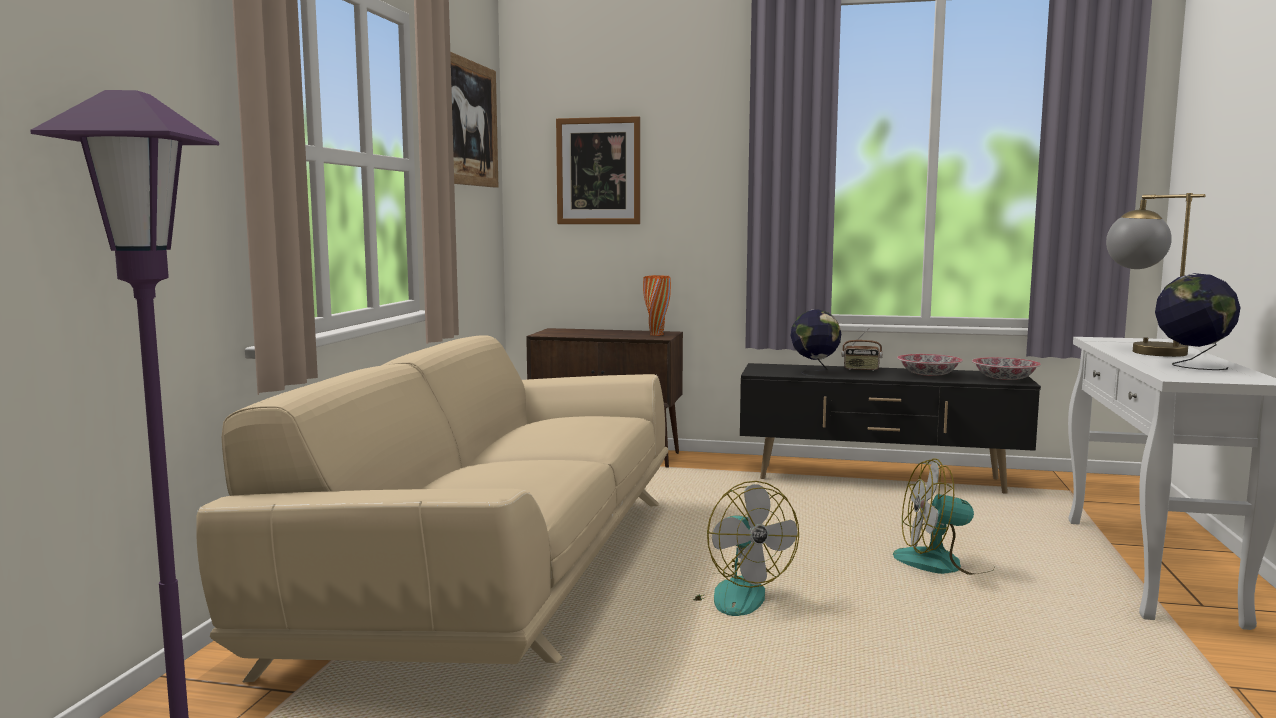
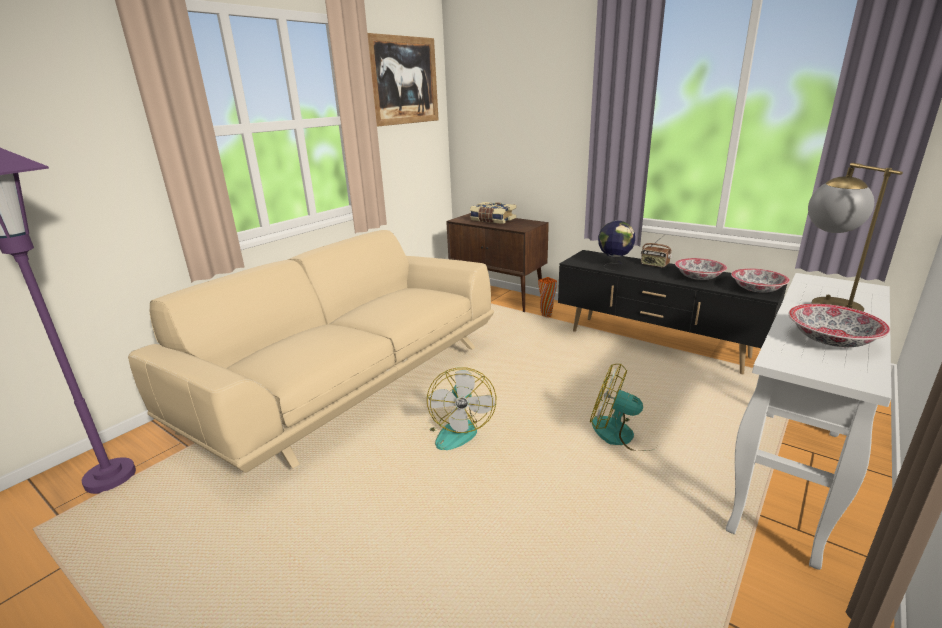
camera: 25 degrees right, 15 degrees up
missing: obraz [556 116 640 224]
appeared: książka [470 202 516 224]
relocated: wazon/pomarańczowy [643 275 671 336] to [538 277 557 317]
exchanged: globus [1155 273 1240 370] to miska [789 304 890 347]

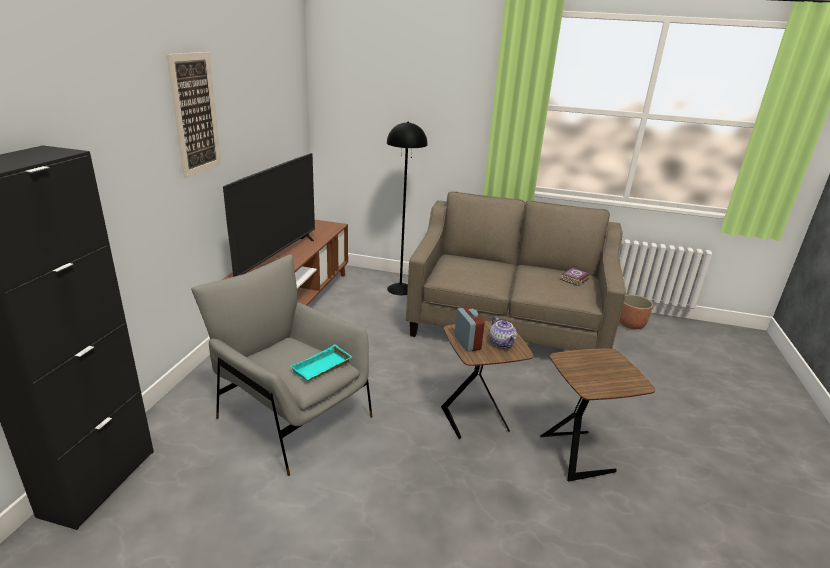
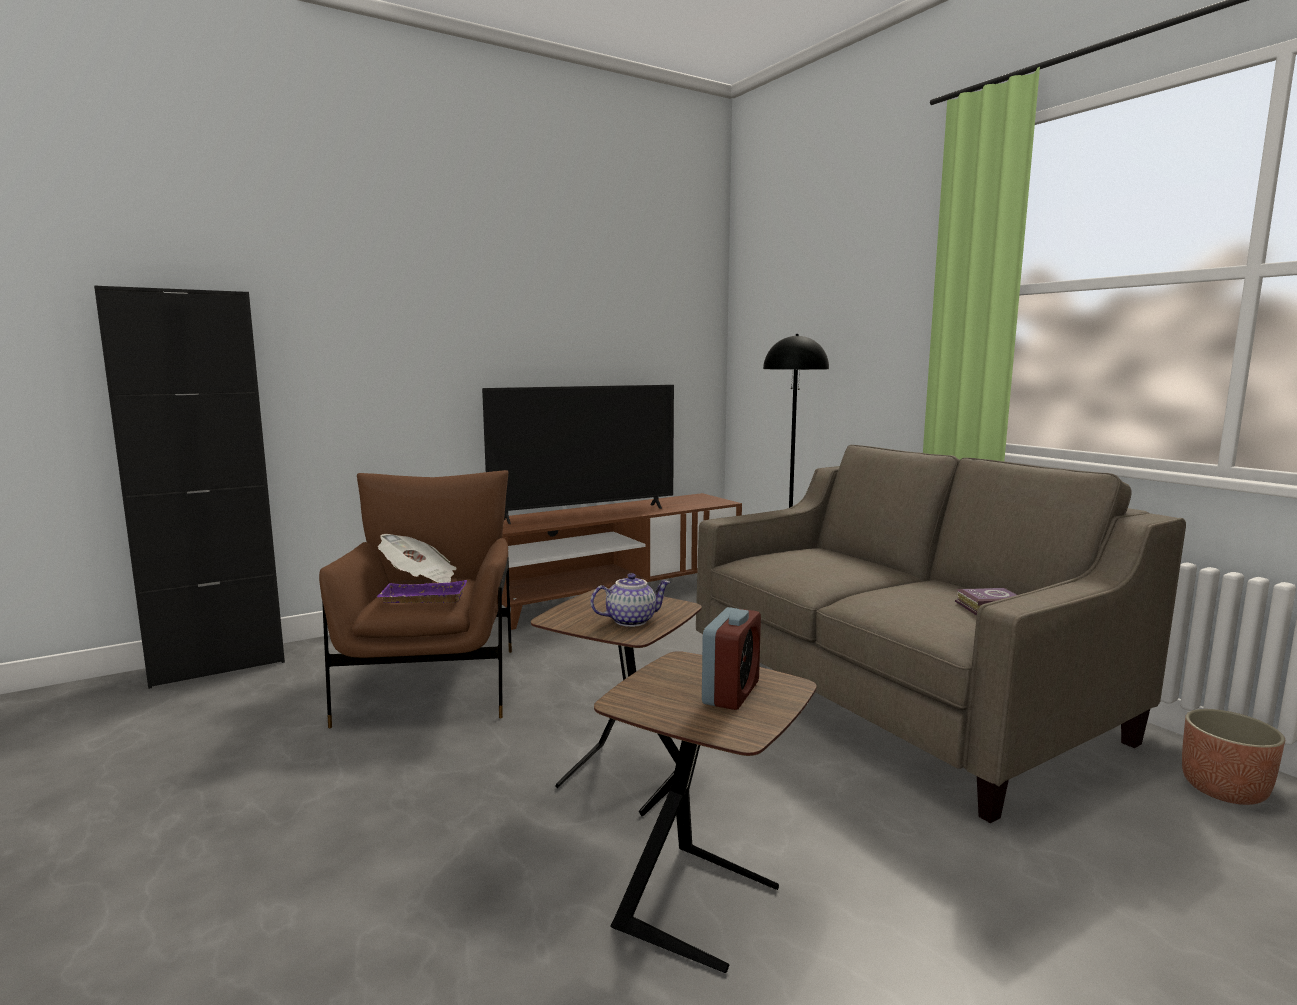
camera: 45 degrees right, 15 degrees down
missing: obraz [166 52 222 178]
appeared: gazeta [378 534 456 583]
relocated: budzik [455 307 485 352] to [702 607 761 710]
colour: fotel/szary [191 254 373 476] to fotel/brązowy [319 470 512 728]; taca/turkusowy [291 344 353 381] to taca/fioletowy [377 580 467 603]
spun: imbryk [489 316 517 348] = [591 573 671 627] 135 degrees counterclockwise

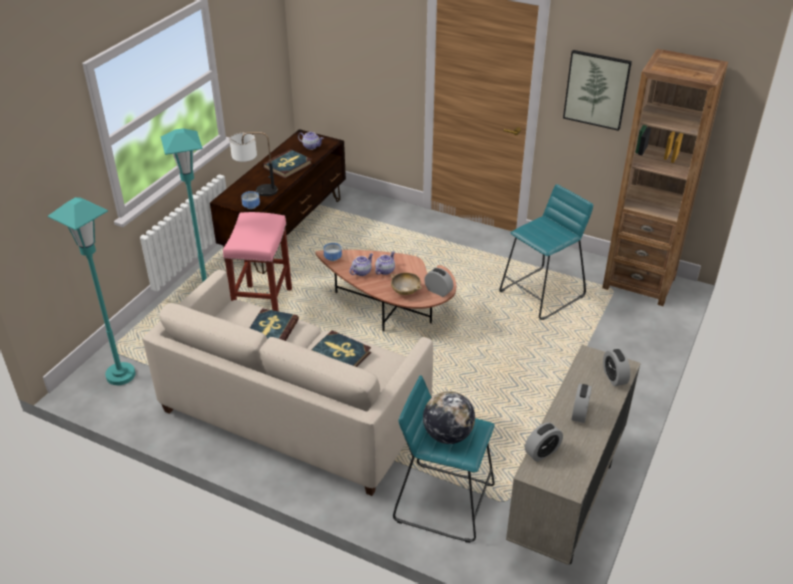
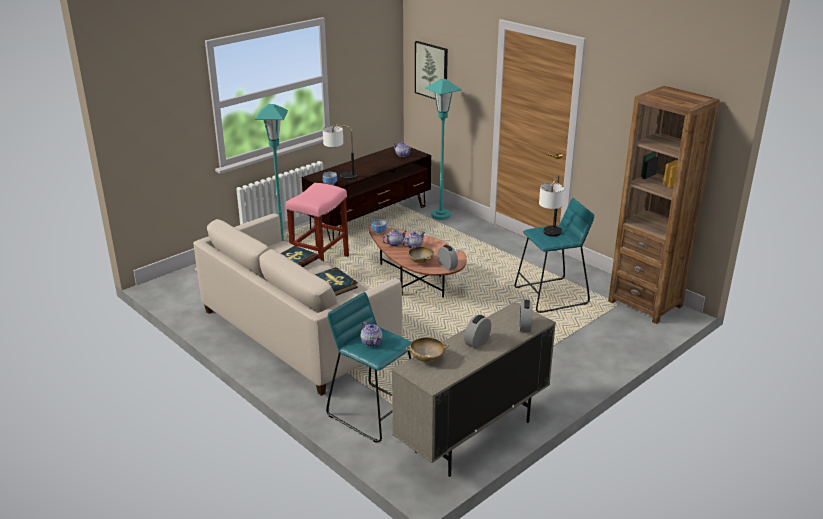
camera: 20 degrees right, 10 degrees down
missing: książka [263 149 312 178]
appeared: lampa stołowa [539 175 564 237]
relocated: lampa stojąca/turkusowy [48 197 135 385] to [425 79 462 220]; obraz [563 50 632 131] to [415 41 448 100]
exchanged: globus [423 391 475 444] to imbryk [361 322 383 347]; budzik [525 422 563 462] to miska/beżowy [406 337 449 362]

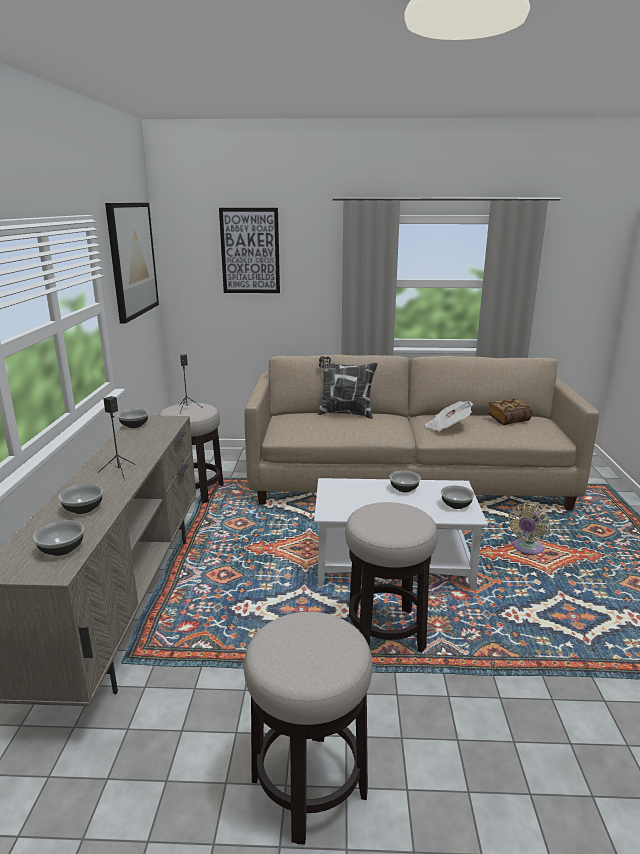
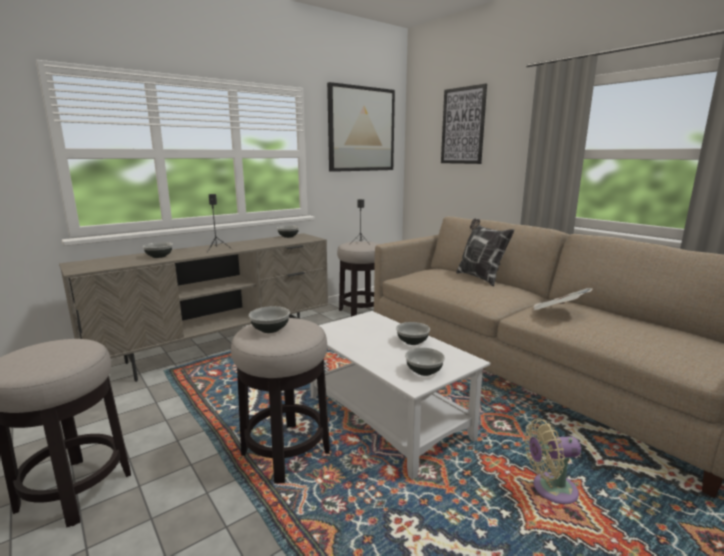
camera: 50 degrees right, 5 degrees down
missing: książka [487 399 532 425]
relocated: miska [33 520 84 556] to [249 306 290 333]

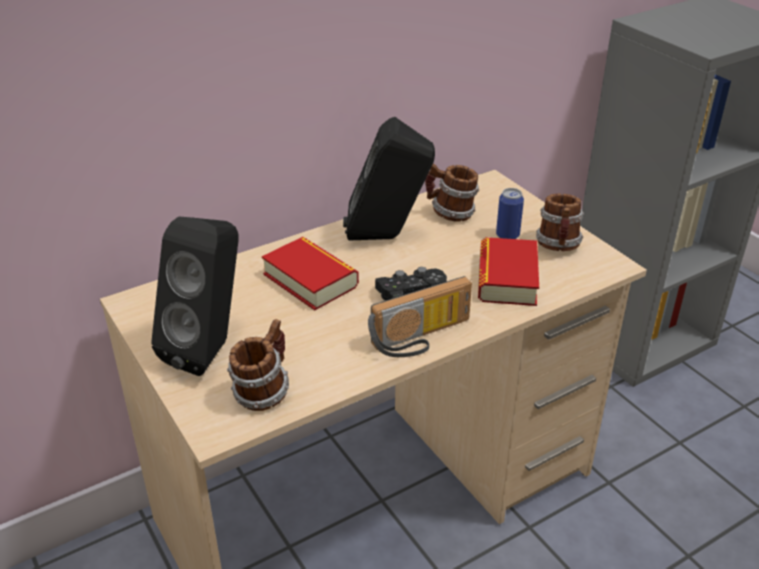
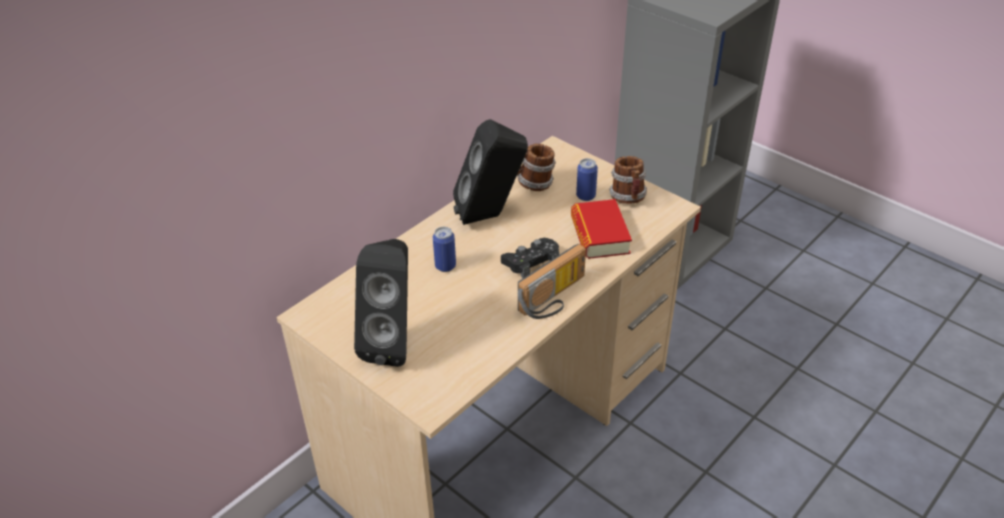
camera: 15 degrees left, 5 degrees up
missing: kubek [227 319 289 411]
exchanged: książka [262 237 359 310] to puszka [433 227 456 272]

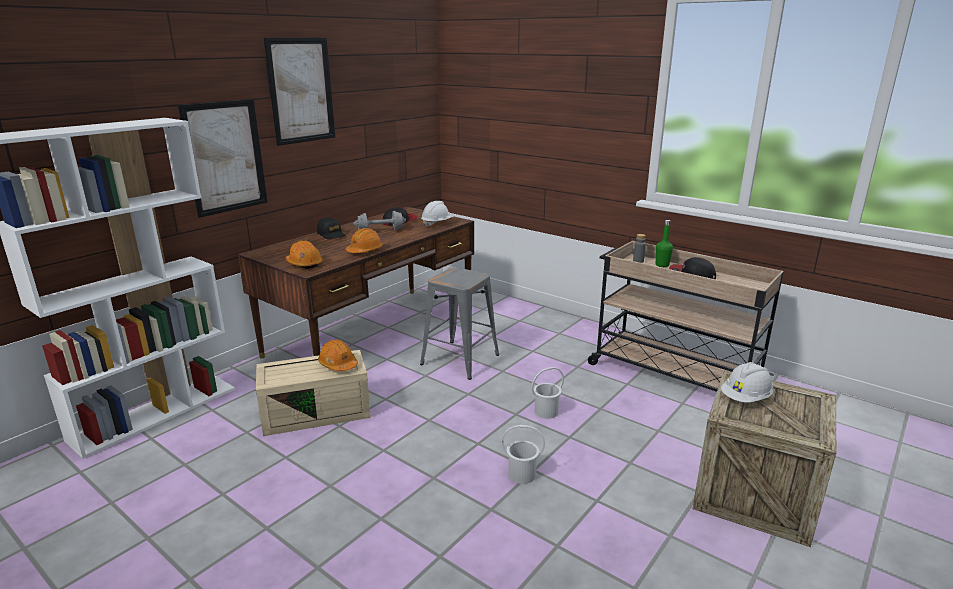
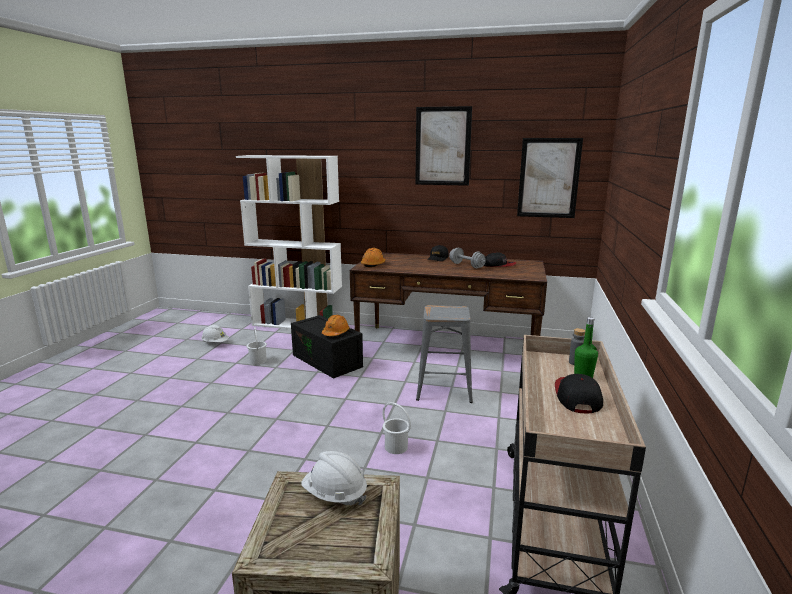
camera: 65 degrees right, 5 degrees down
missing: kask/pomarańczowy [346 228 383 253]
relocated: obraz [178 99 268 218] to [517 138 583 218]; kask/biały [421 201 453 227] to [201 325 229 342]; wiadro/biały [502 425 545 484] to [247 327 267 365]
colour: pojemnik do przechowywania/beżowy [256 350 371 436] to pojemnik do przechowywania/czarny [291 315 363 379]

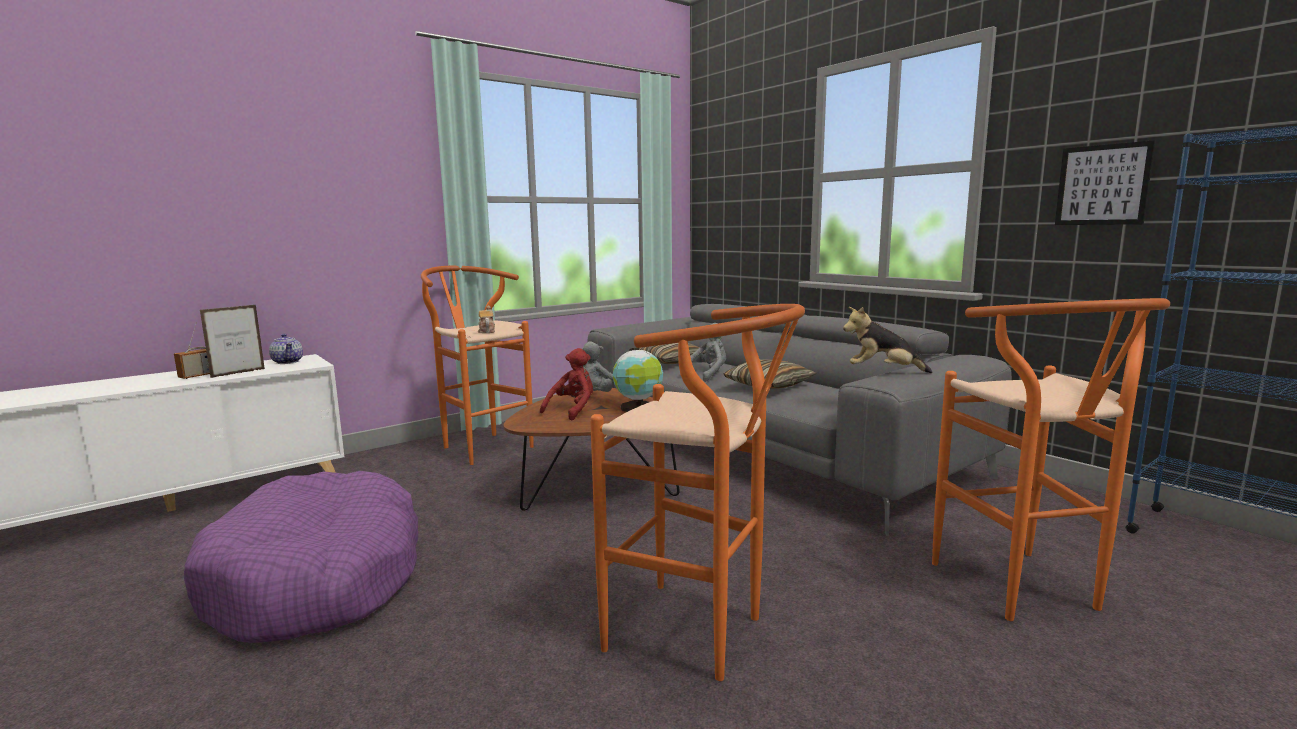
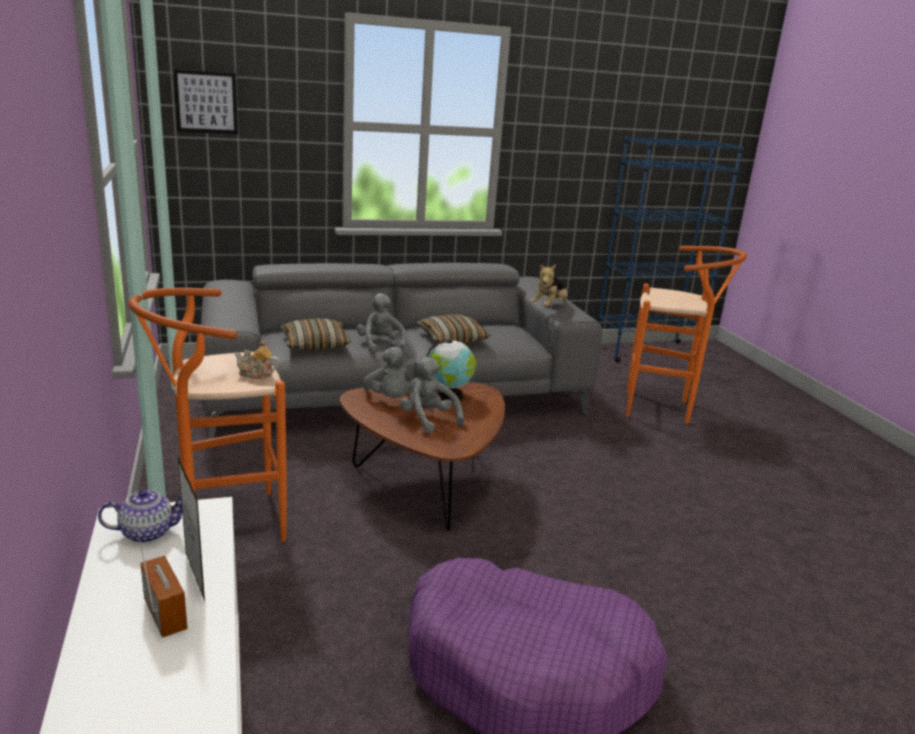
camera: 70 degrees left, 10 degrees up
missing: stołek/pomarańczowy [590 304 805 681]
relocated: obraz [1055 140 1155 225] to [173 69 238 134]
colour: pluszak/czerwony [540 348 593 421] to pluszak/szary [400 357 464 434]

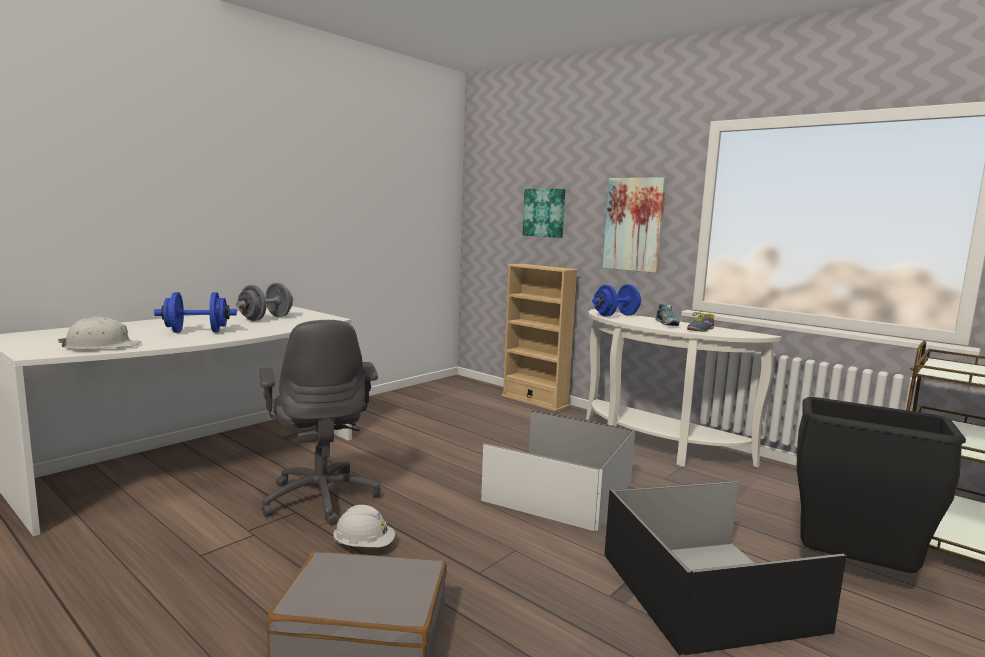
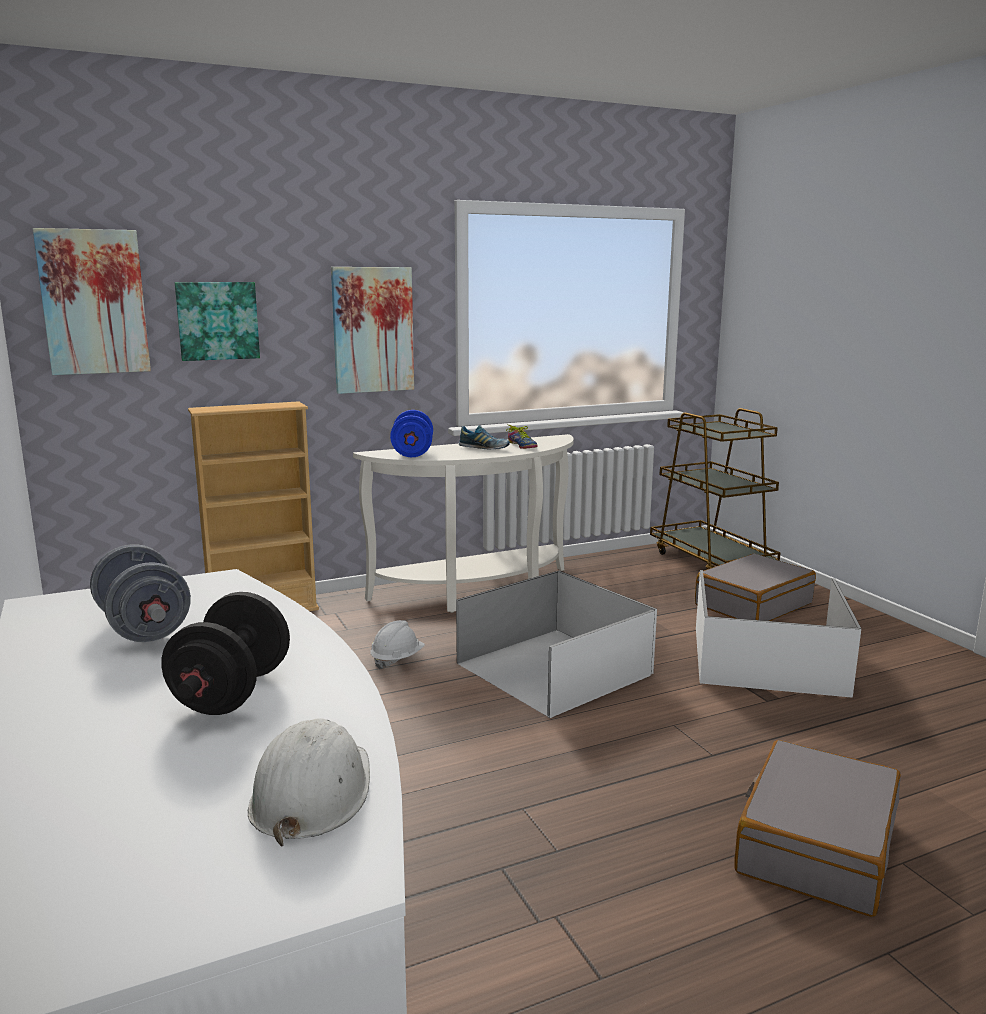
camera: 65 degrees left, 5 degrees up
missing: krzesło biurowe/szary [259 320 381 525]
appeared: obraz [33 228 151 375]
relocated: kask/biały [333 505 395 547] to [370 620 425 669]
exchanged: kosz na śmieci/czarny [797 397 966 573] to walizka/szary [695 554 816 621]
colour: hantel/niebieski [154 292 237 333] to hantel/czarny [161 592 290 715]; pojemnik do przechowywania/czarny [604 481 846 655] to pojemnik do przechowywania/biały [696 570 861 698]

